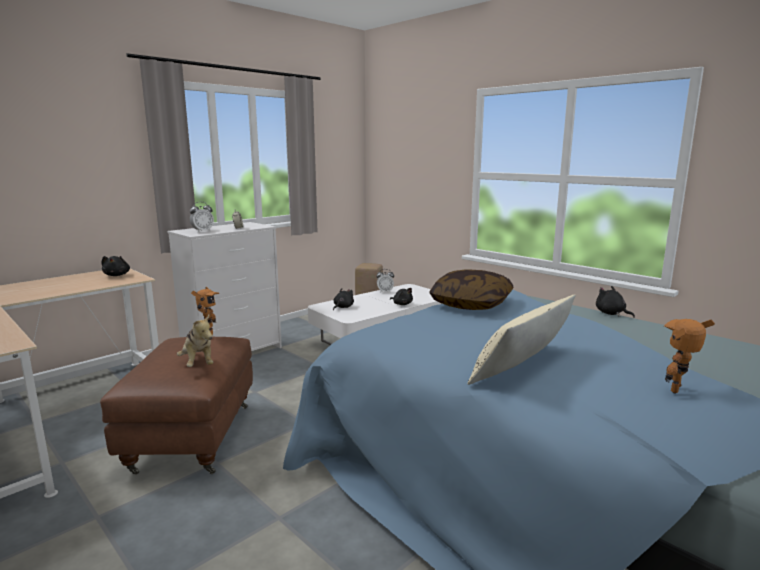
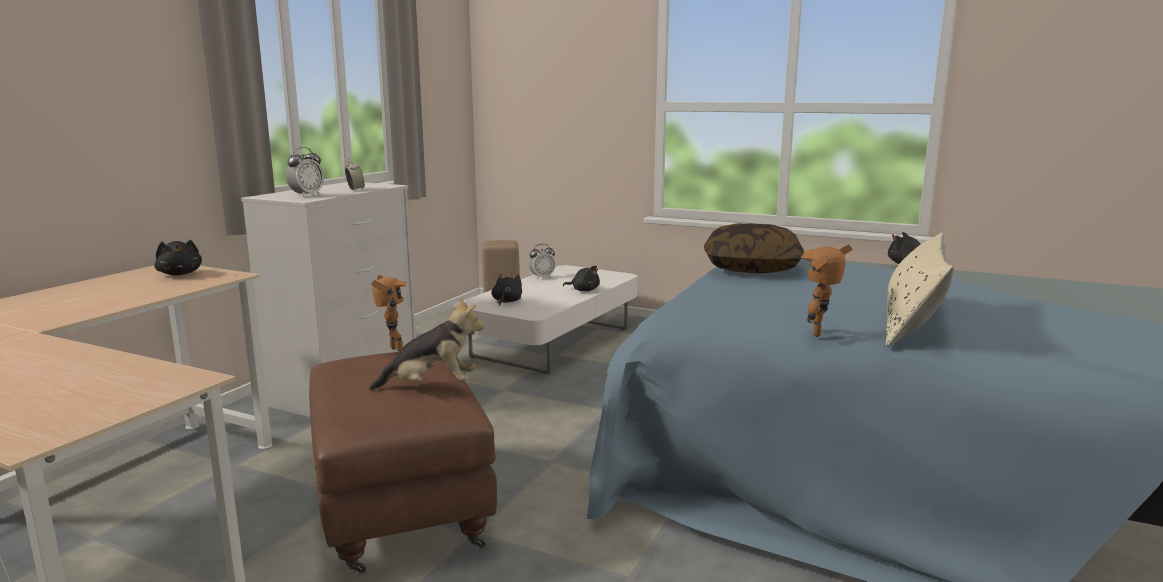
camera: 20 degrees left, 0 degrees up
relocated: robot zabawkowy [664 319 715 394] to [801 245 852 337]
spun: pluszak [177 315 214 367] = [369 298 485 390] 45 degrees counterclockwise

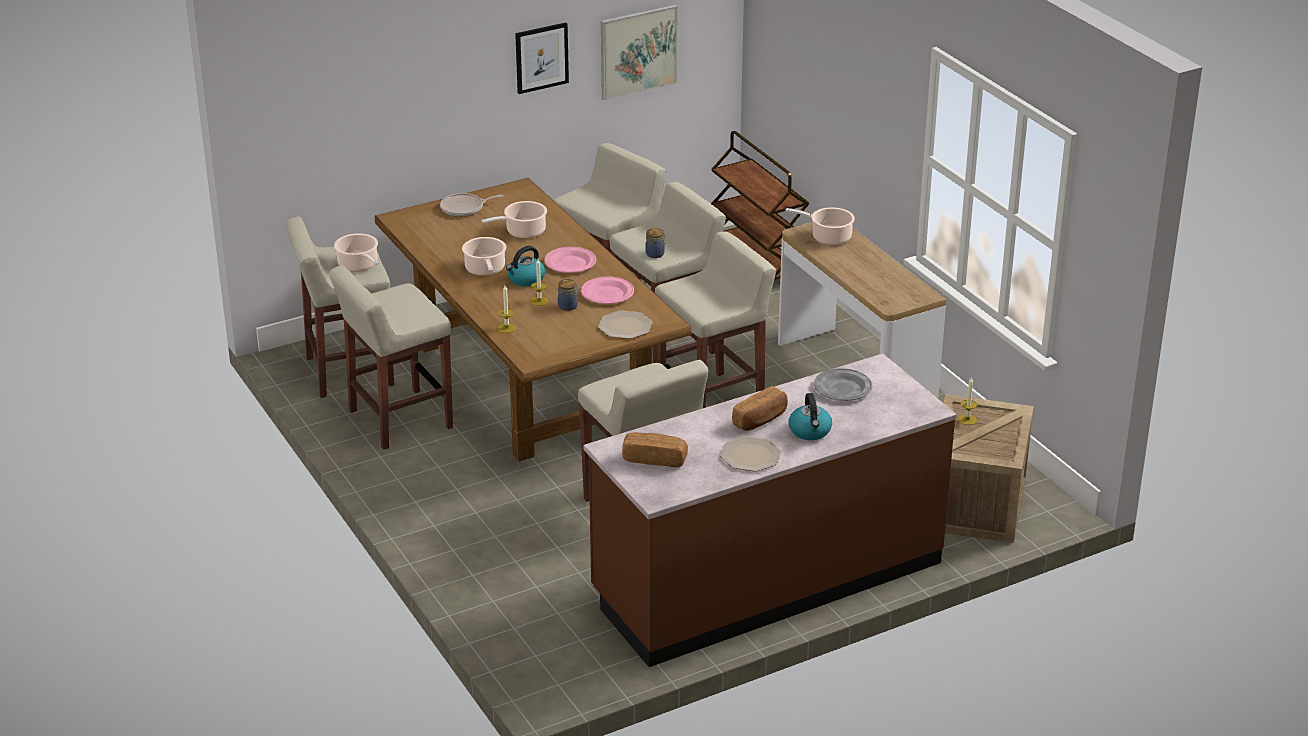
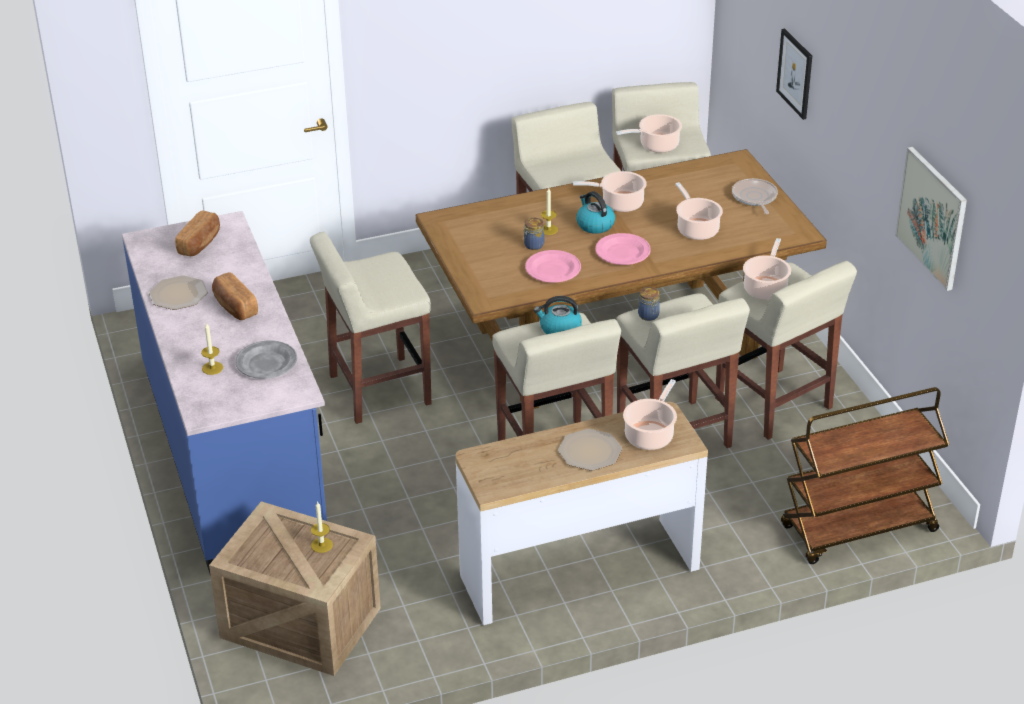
camera: 100 degrees right, 5 degrees up
appeared: garnek [743 238 791 300]
relocated: świeca [498 286 516 333] to [201 322 223 375]; obraz [515 23 569 94] to [776 29 812 120]; talerz [598 310 652 339] to [558 429 622 471]; czajnik [789 393 832 440] to [534 296 582 334]
colour: zabudowa kuchenna/brązowy [584 354 957 667] to zabudowa kuchenna/niebieski [122 211 327 573]

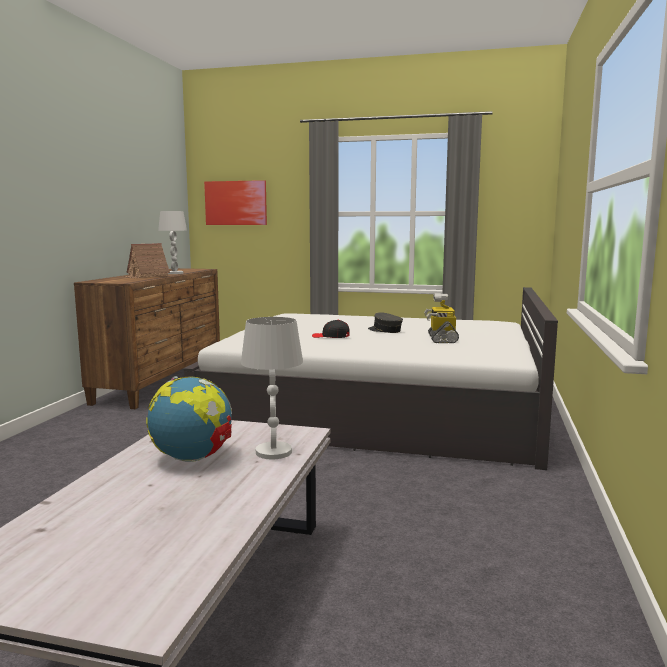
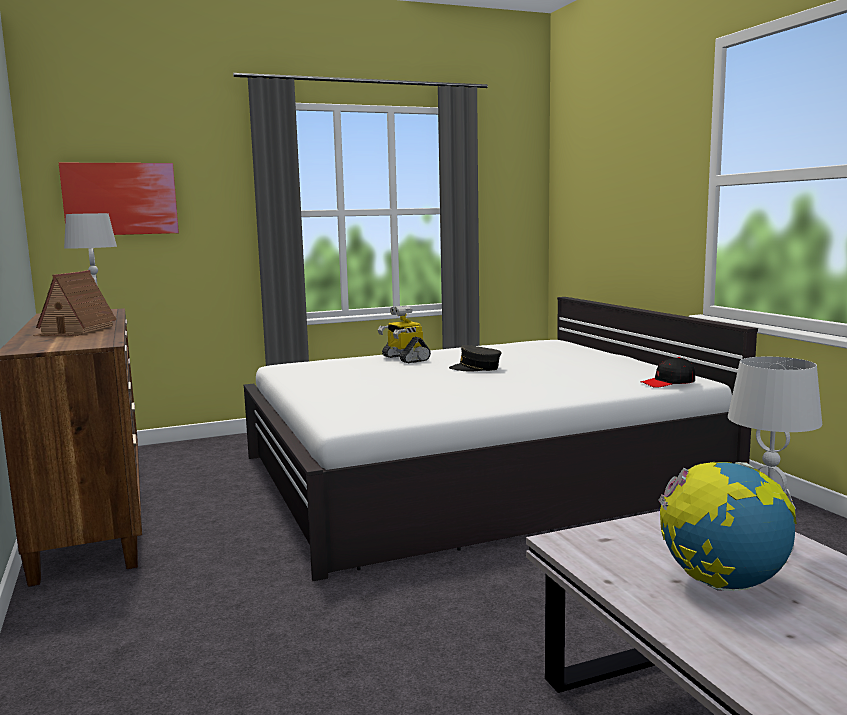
camera: 35 degrees left, 0 degrees up
relocated: czapka z daszkiem/czarny [312 320 350 338] to [640 357 695 388]; robot zabawkowy [424 293 459 343] to [378 306 431 363]

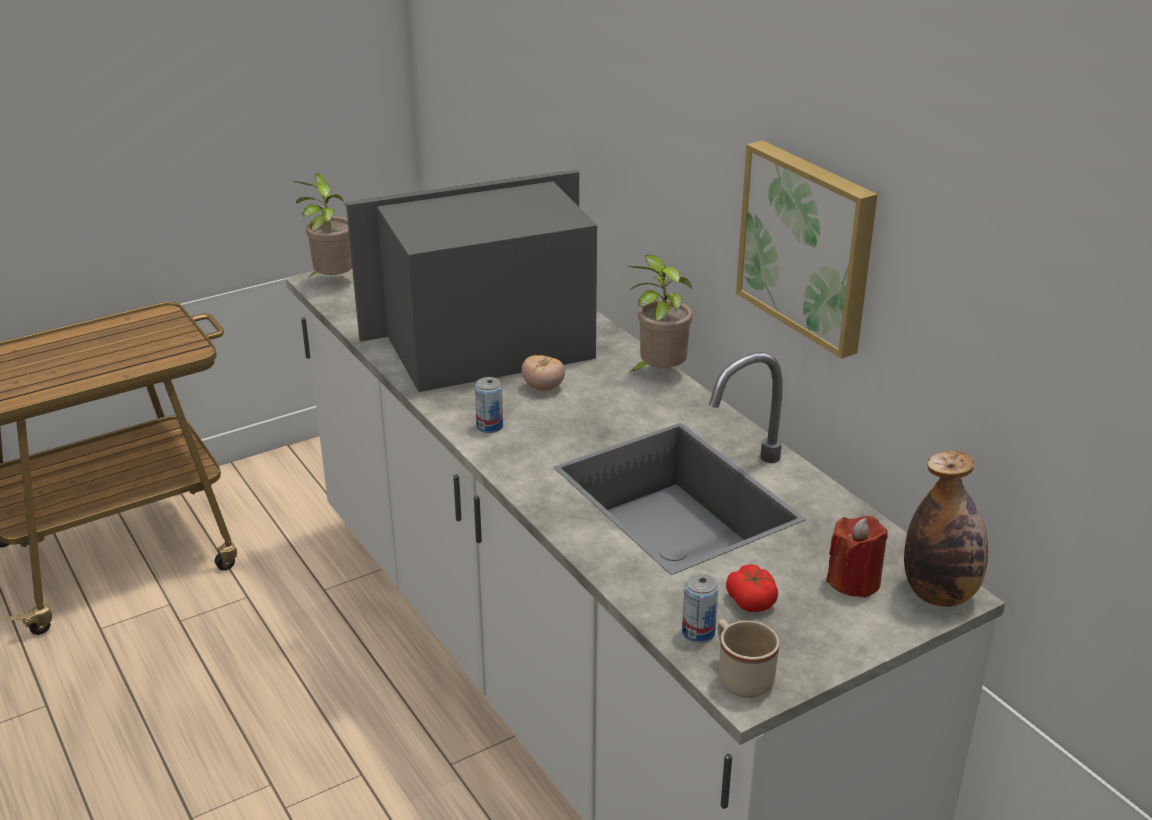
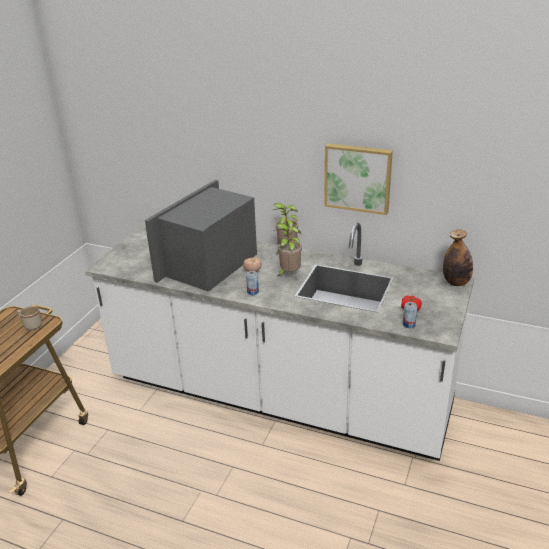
camera: 35 degrees left, 0 degrees up
missing: świeca/czerwony [826 516 888 598]
relocated: roślina doniczkowa [293 174 352 278] to [273 223 302 277]; kubek/beżowy [718 619 780 698] to [17 306 42 330]

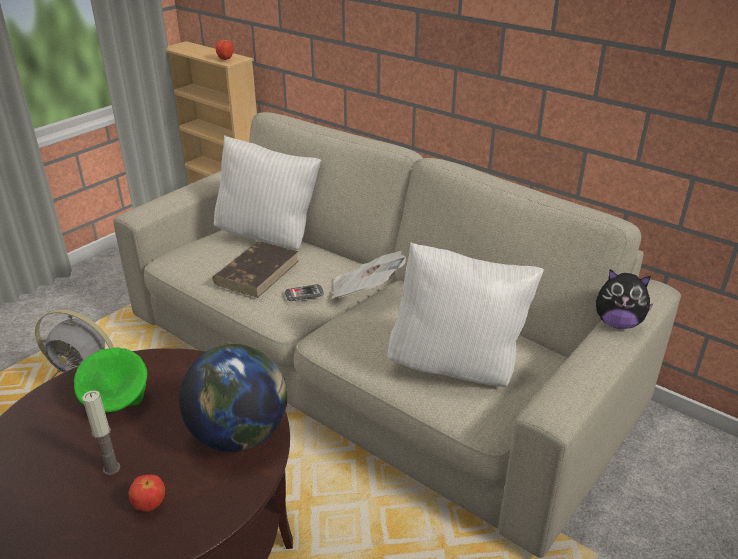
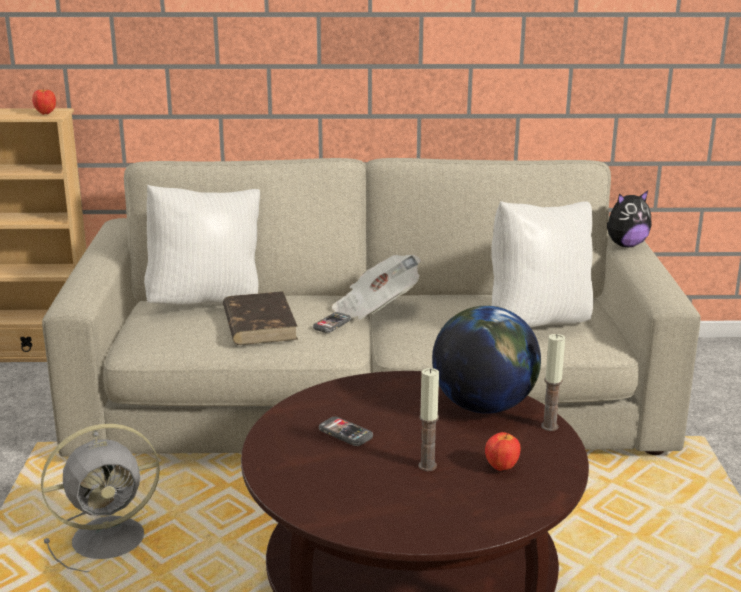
camera: 40 degrees left, 10 degrees down
appeared: świeca [541 334 565 431]
exchanged: miska/zielony [74 348 147 412] to telefon [319 417 373 446]

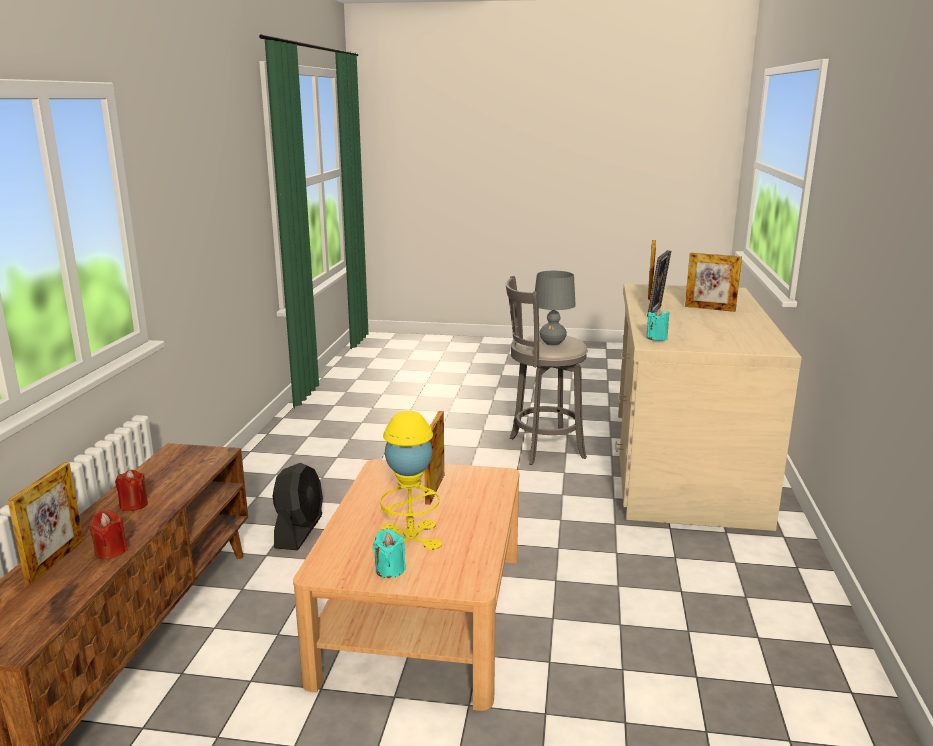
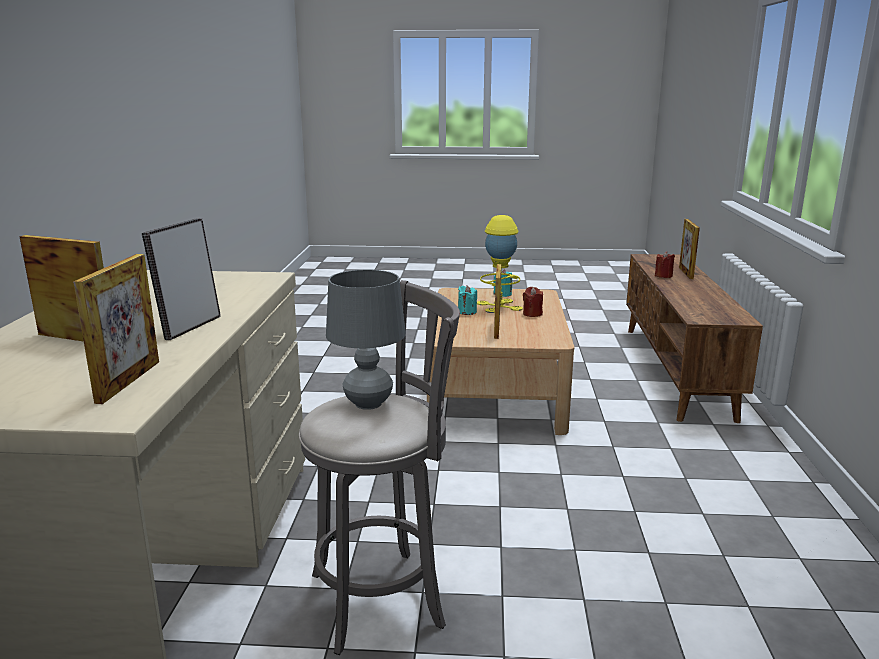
camera: 175 degrees right, 0 degrees up
missing: wentylator/czarny [273 463 323 550]
relocated: świeca/czerwony [115 470 148 511] to [523 287 543 317]; świeca/turkusowy [646 308 670 341] to [458 286 477 315]

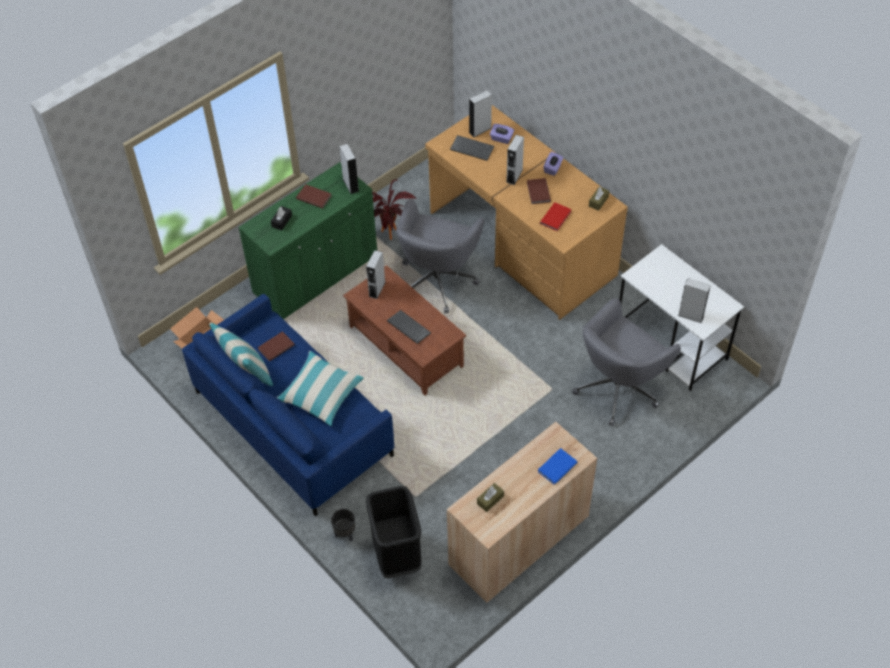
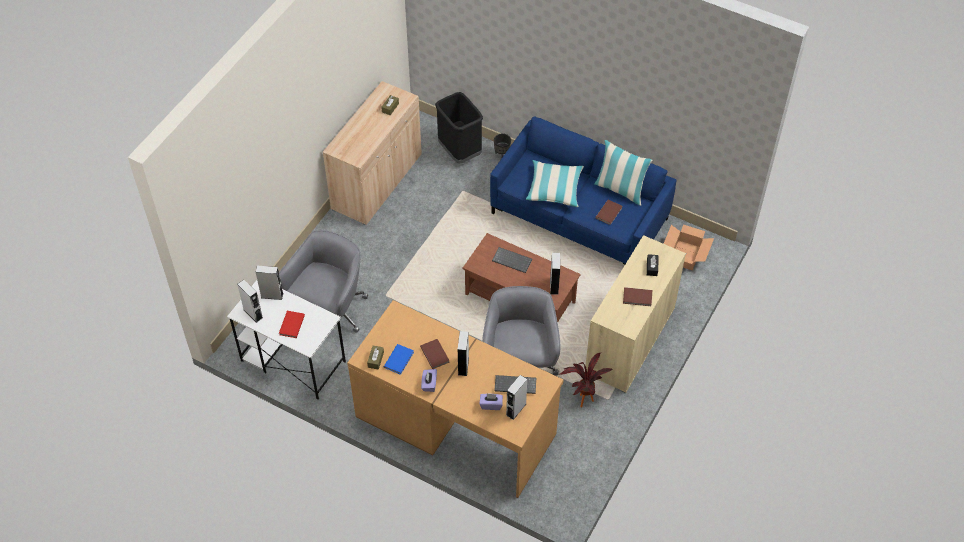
camera: 160 degrees right, 0 degrees up
relocated: głośnik/szary [339 144 359 194] to [237 280 263 323]; książka/niebieski [538 448 578 485] to [384 344 414 375]; książka/czerwony [540 202 572 231] to [279 311 305 338]
colour: szafka/zielony [239 162 377 319] to szafka/beżowy [585 235 686 393]

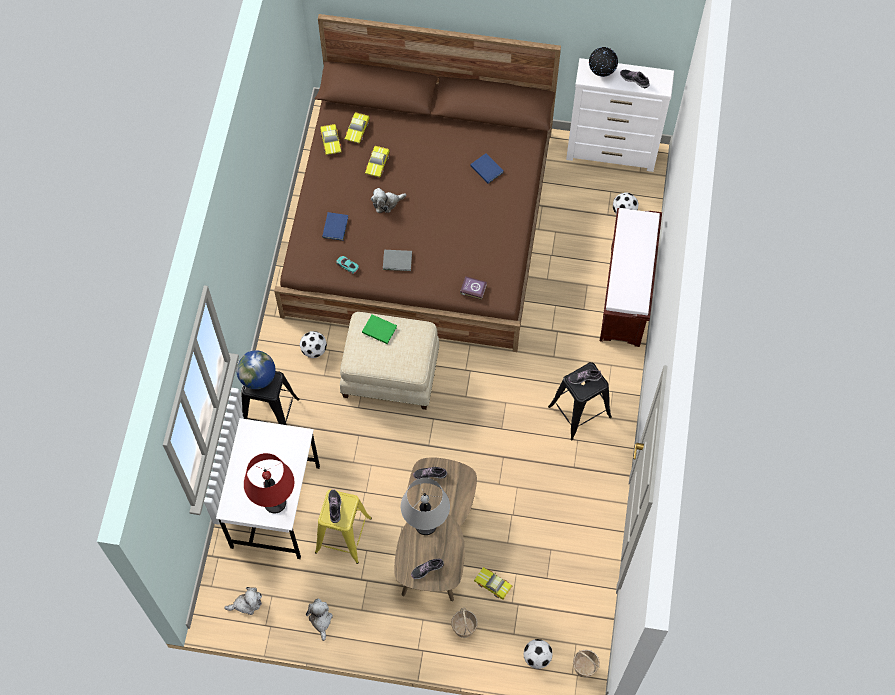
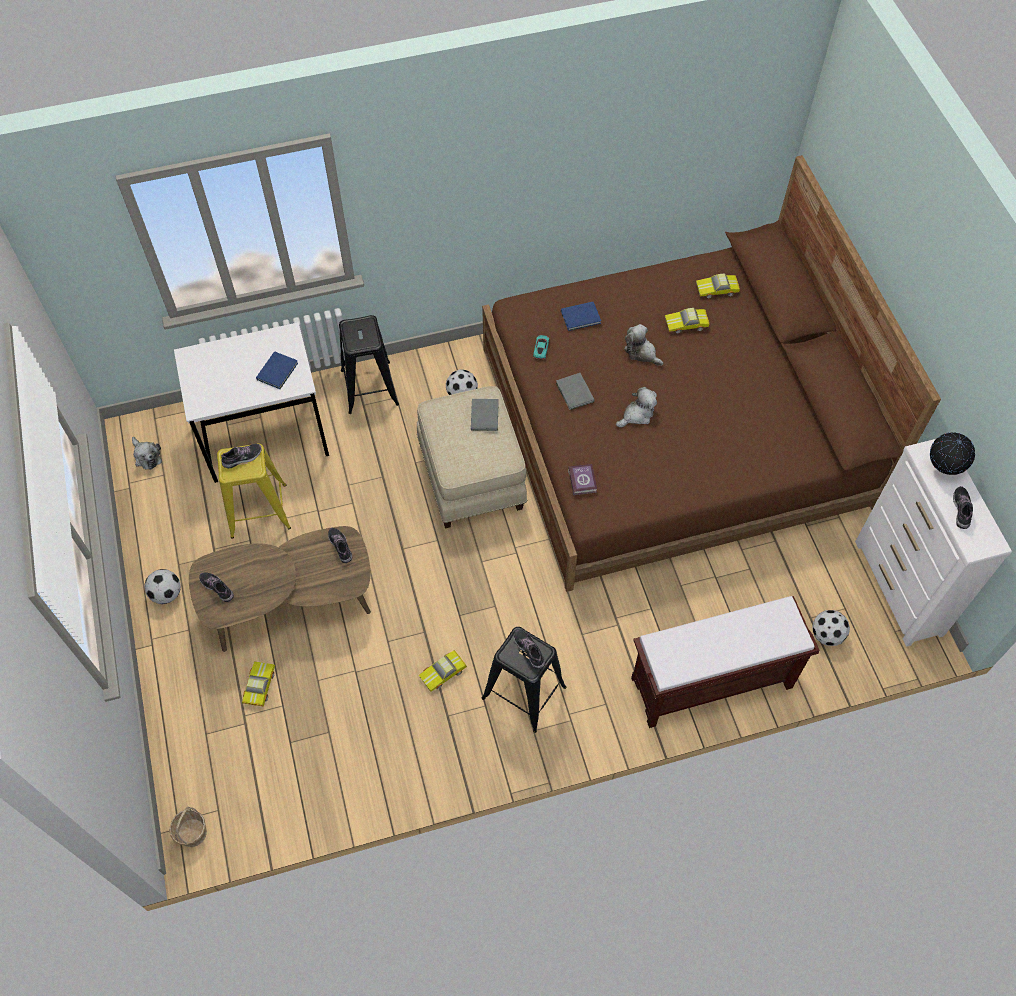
camera: 65 degrees right, 5 degrees down
missing: globus [236 350 275 389]; lampa stołowa/czerwony [244 453 294 513]; lampa stołowa/szary [401 478 450 535]; koszyk [451 608 478 638]
relocated: pluszak [306 599 333 641] to [616 387 657 427]; samochodzik [320 124 342 155] to [418 650 467 692]; książka/niebieski [470 153 504 184] to [256 351 298 389]; piłka futbolowa [524 639 553 669] to [144 569 181 604]
colour: książka/zielony [362 314 397 344] to książka/szary [471 399 499 431]

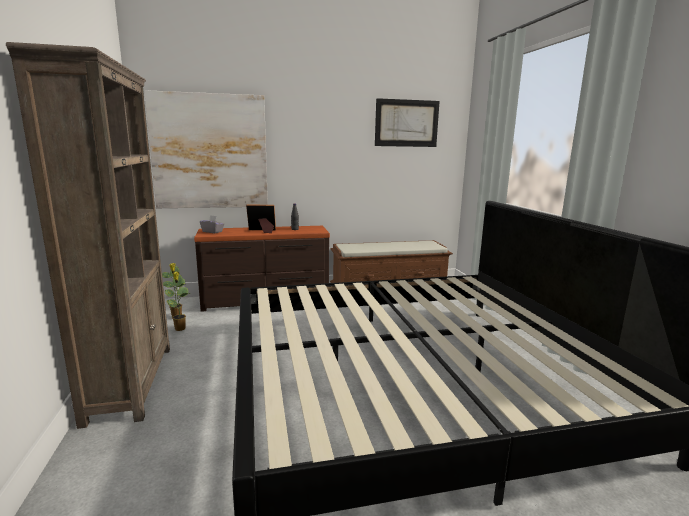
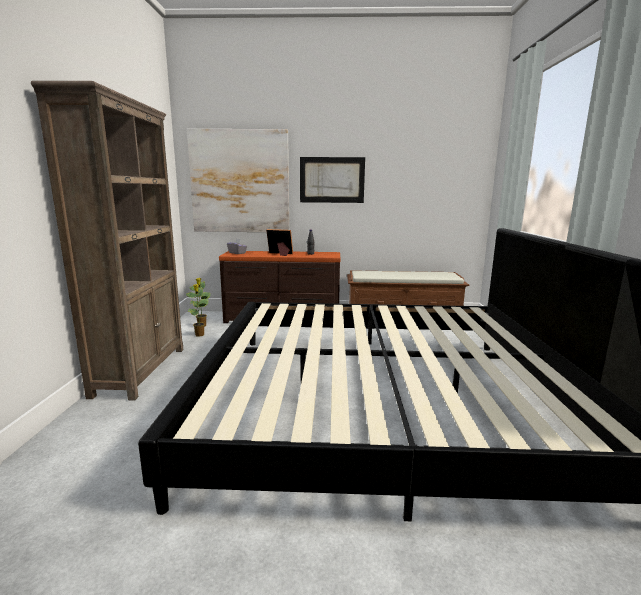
camera: 15 degrees right, 0 degrees up
relocated: obraz [375 98 440 147] to [300 157 365 203]

